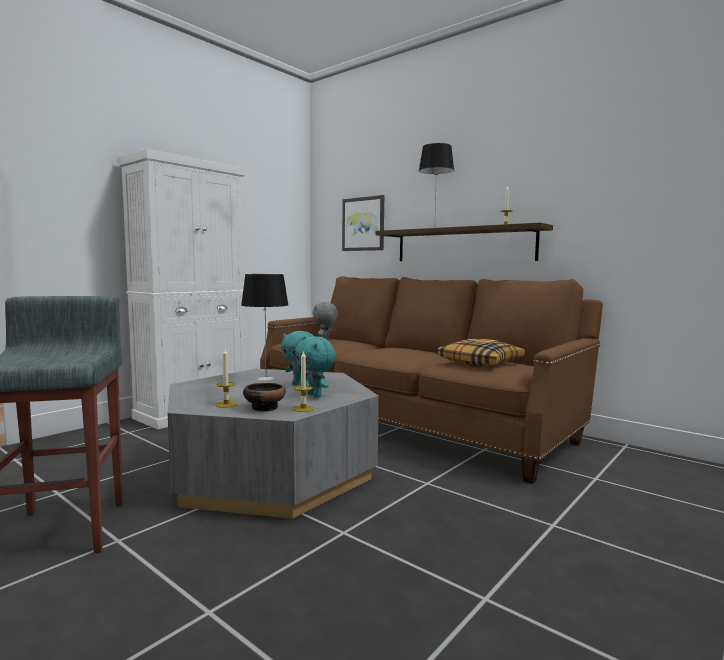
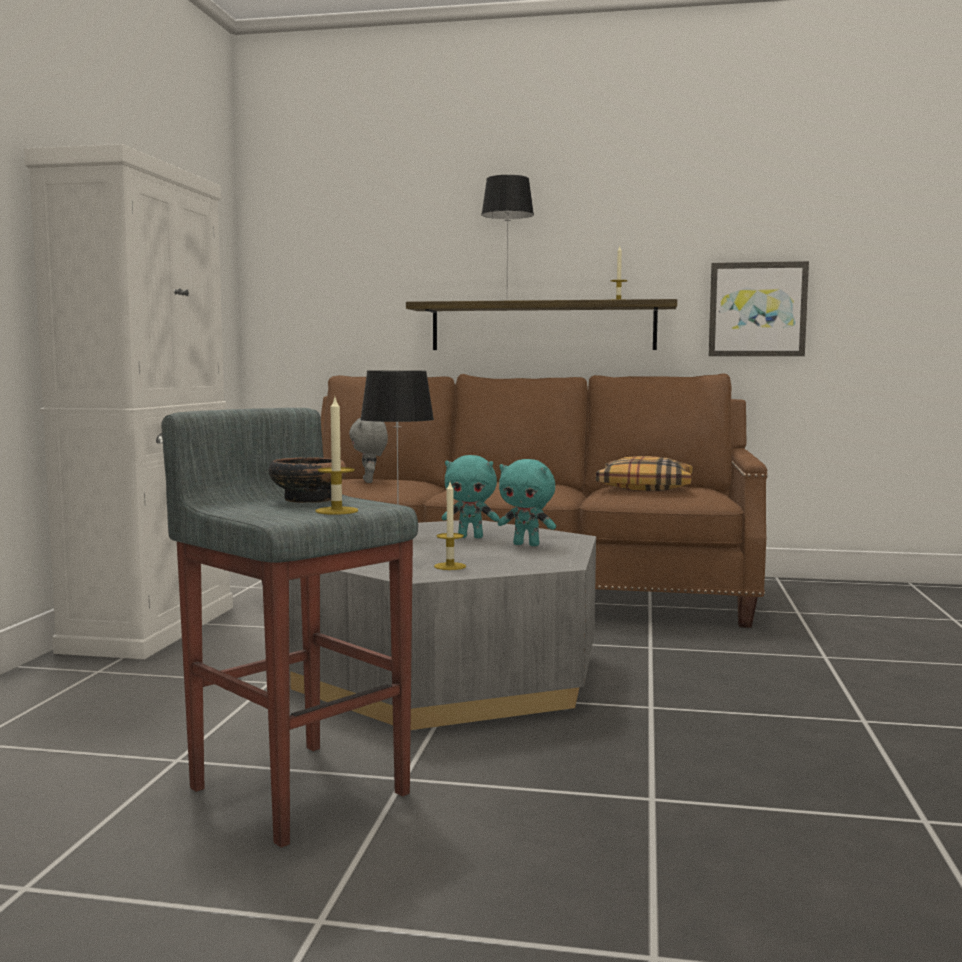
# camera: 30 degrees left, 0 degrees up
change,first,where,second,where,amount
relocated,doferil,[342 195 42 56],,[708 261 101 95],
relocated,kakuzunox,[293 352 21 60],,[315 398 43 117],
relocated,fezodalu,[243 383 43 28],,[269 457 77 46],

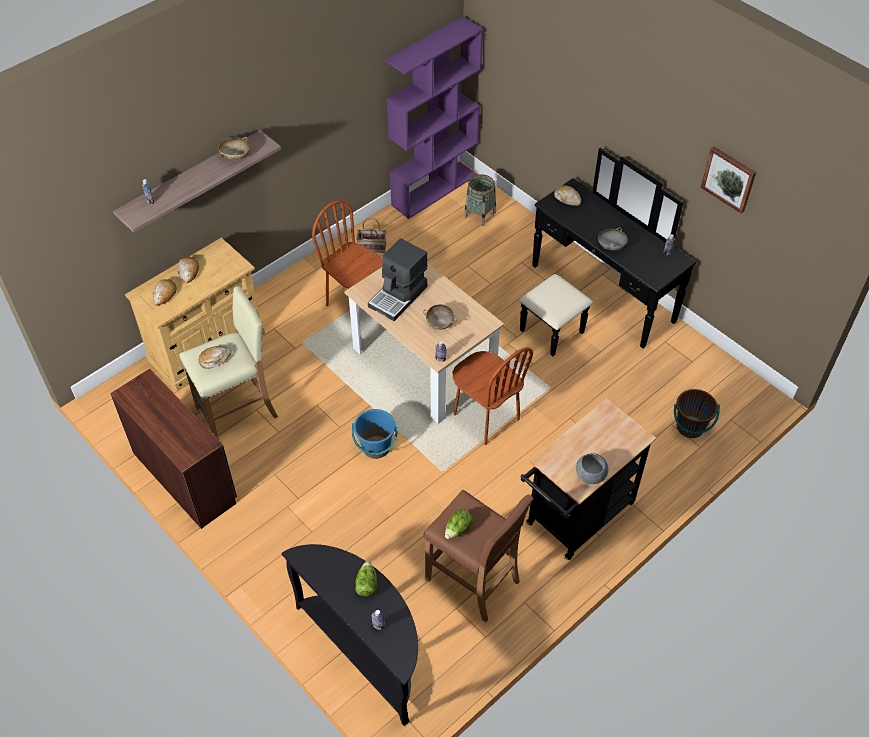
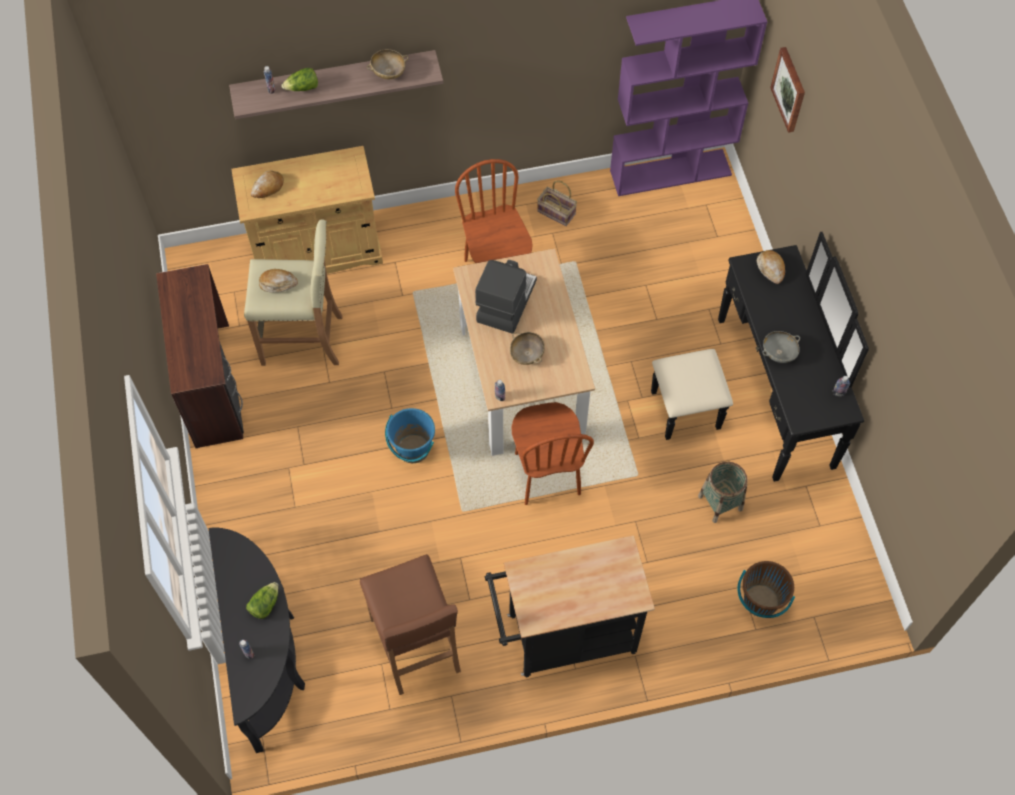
# camera: 30 degrees right, 10 degrees up
change,first,where,second,where,amount
relocated,doferil,[701 147 55 67],,[770 47 35 86],
relocated,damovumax,[464 174 32 52],,[698 462 49 61],
spun,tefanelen,[368 238 60 83],,[475 260 62 74],135 degrees clockwise
missing,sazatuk,[178 257 21 26],,,
missing,grey_fezodalu,[576 453 32 31],,,
relocated,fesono,[445 509 28 30],,[282 68 36 23],

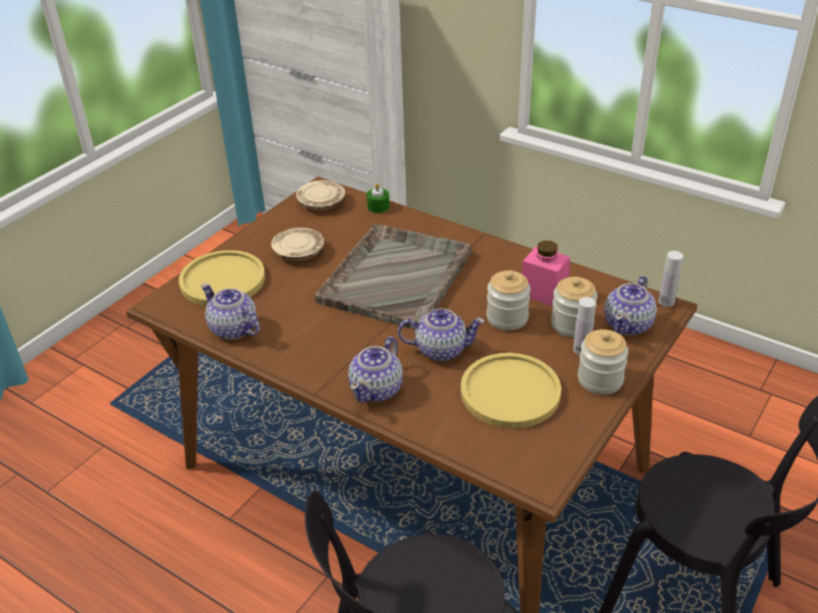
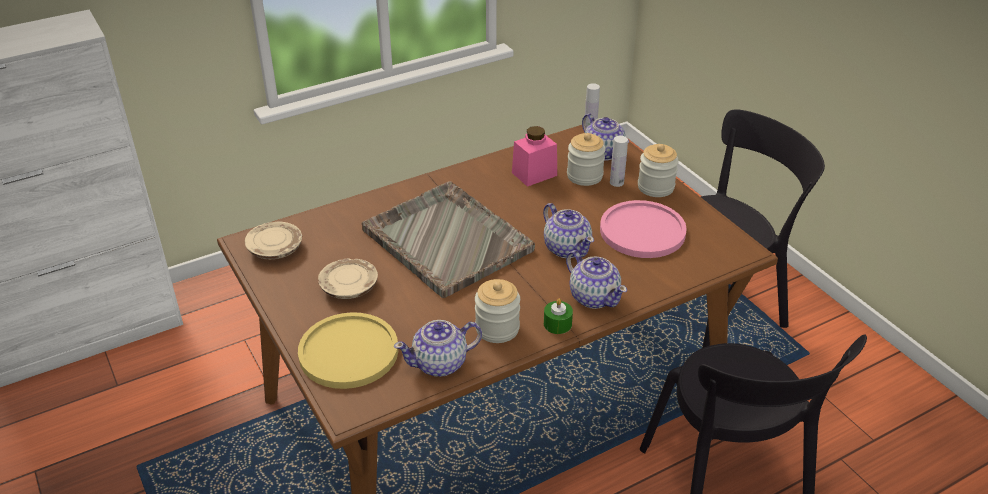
# camera: 65 degrees left, 0 degrees up
change,first,where,second,where,amount
relocated,green_kakuzunox,[366 183 24 30],,[544 298 29 36],
relocated,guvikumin,[487 270 43 61],,[475 279 45 64],
spun,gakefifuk,[398 308 87 53],,[543 203 51 55],120 degrees clockwise
colour,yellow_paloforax,[461 353 100 75],pink_paloforax,[600 200 87 58],

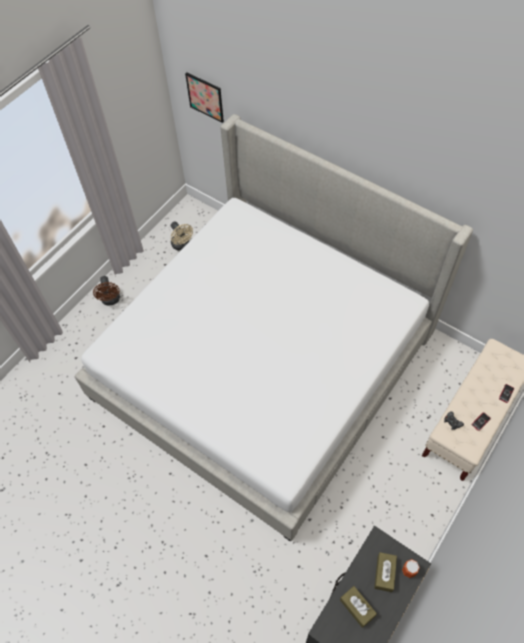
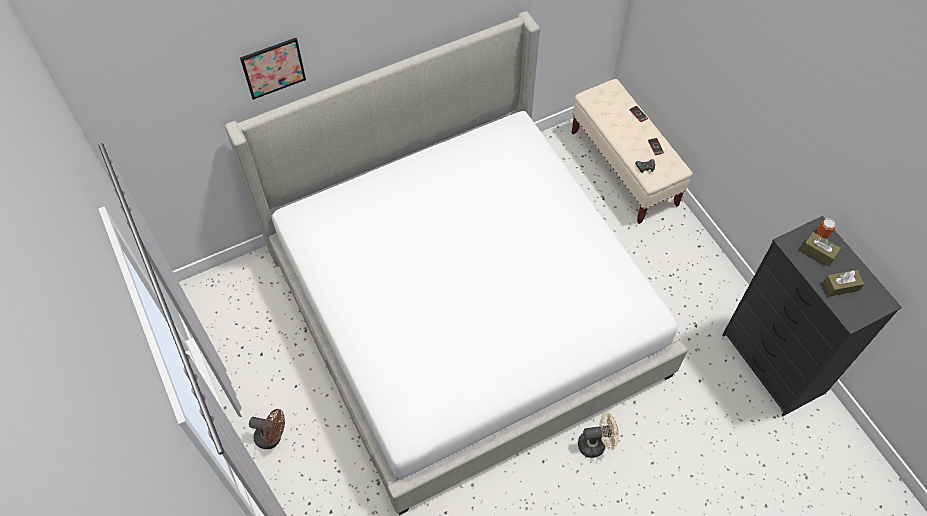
# camera: 65 degrees left, 0 degrees up
change,first,where,second,where,amount
relocated,doferil,[185 72 39 51],,[240 38 66 62],
relocated,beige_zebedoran,[171 221 22 29],,[578 413 41 45],

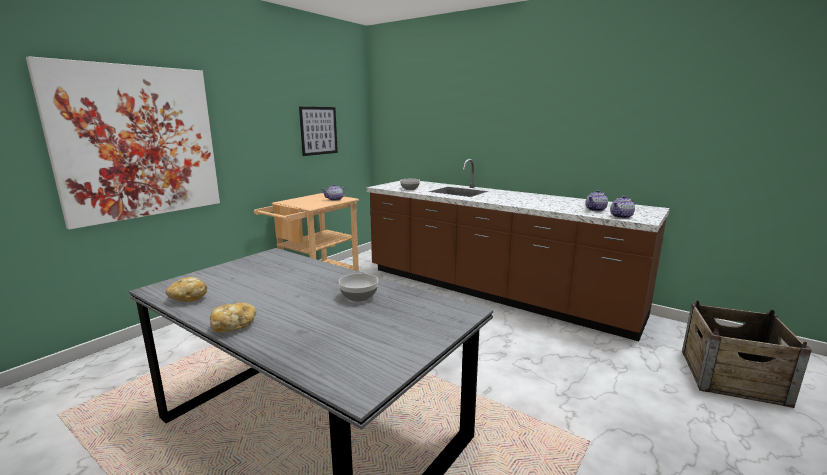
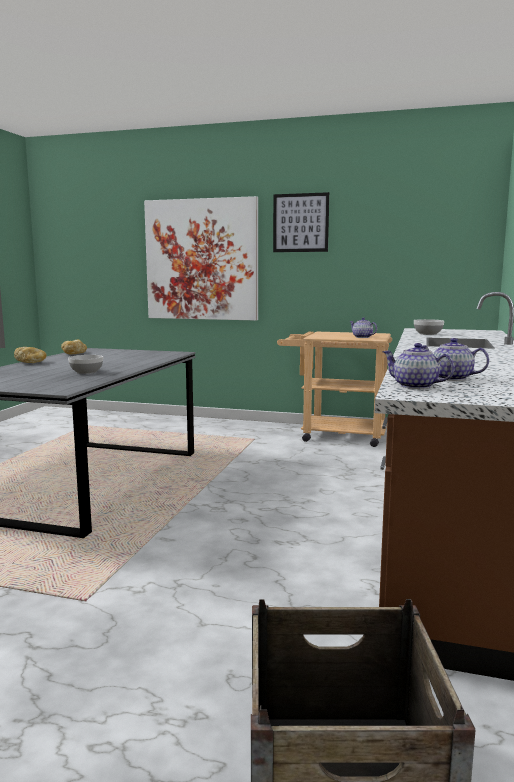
# camera: 70 degrees right, 5 degrees down
change,first,where,second,where,amount
relocated,doferil,[299 107 39 49],,[273 192 56 60],

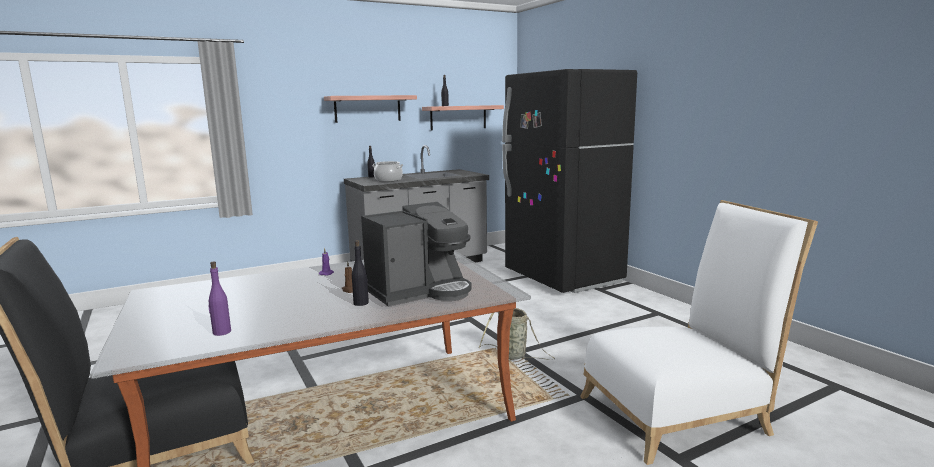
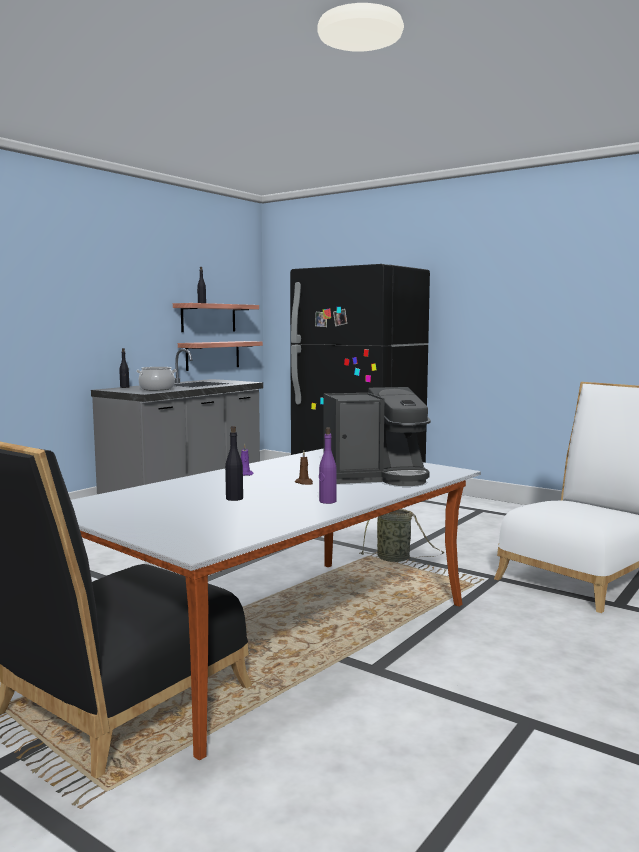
# camera: 25 degrees left, 5 degrees down
change,first,where,second,where,amount
relocated,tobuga,[324 95 93 28],,[178 341 85 30],
spun,tefanelen,[361 202 110 104],,[320 387 111 99],45 degrees clockwise
relocated,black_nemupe,[352 240 17 66],,[225 426 18 75],
relocated,purple_nemupe,[208 261 23 75],,[319 427 18 77],

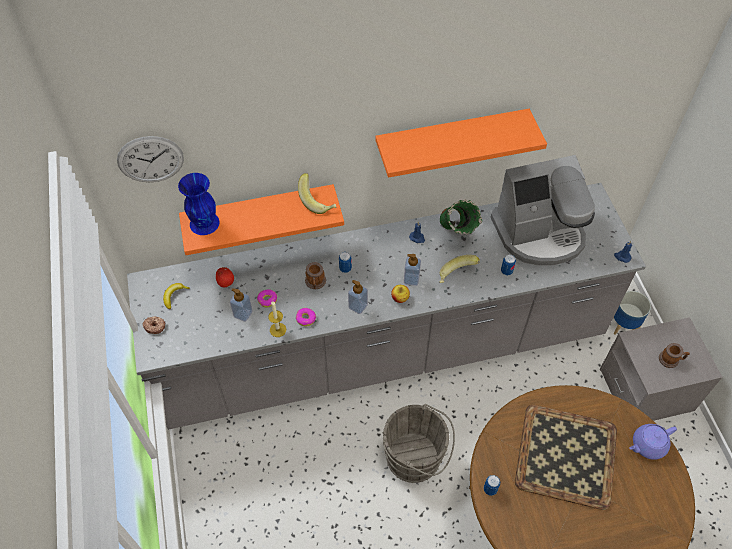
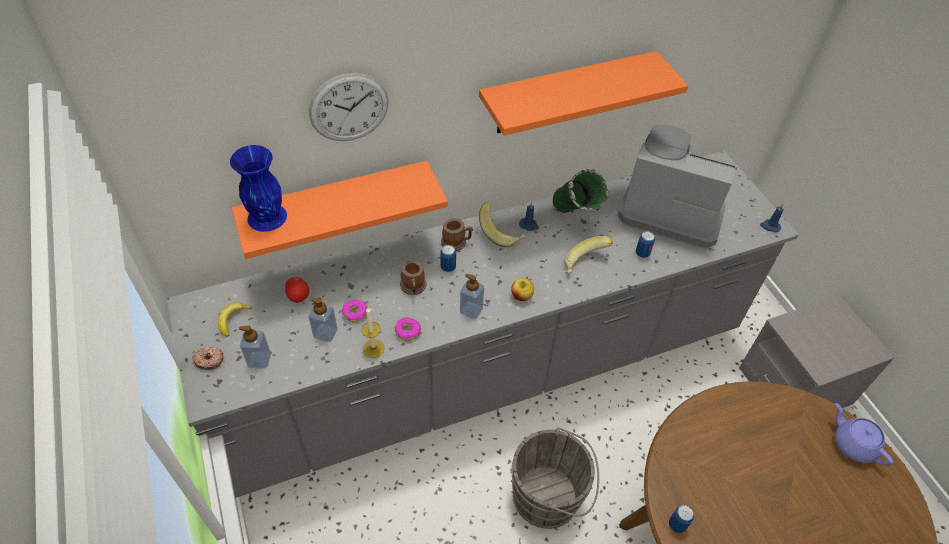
# camera: 10 degrees left, 5 degrees down
change,first,where,second,where,amount
relocated,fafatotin,[117 136 67 46],,[309 73 80 68],
spun,tefanelen,[491 155 104 111],,[618 124 119 125],135 degrees counterclockwise
relocated,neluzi,[298 173 38 41],,[479 203 46 44],
relocated,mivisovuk,[404 254 17 32],,[239 325 32 43],
missing,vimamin,[614 291 37 43],,,
relocated,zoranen,[659 343 31 25],,[441 218 32 33],
missing,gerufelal,[515 405 102 105],,,
spun,purple_gakefifuk,[629 424 48 36],,[835 403 59 63],90 degrees clockwise

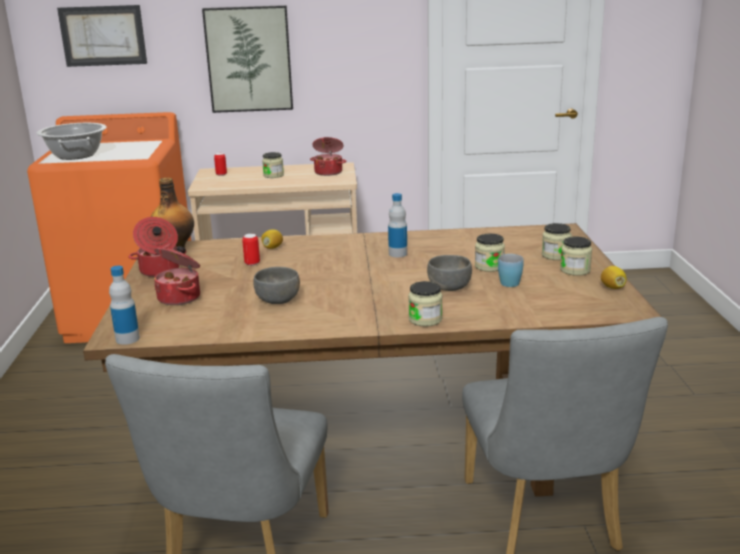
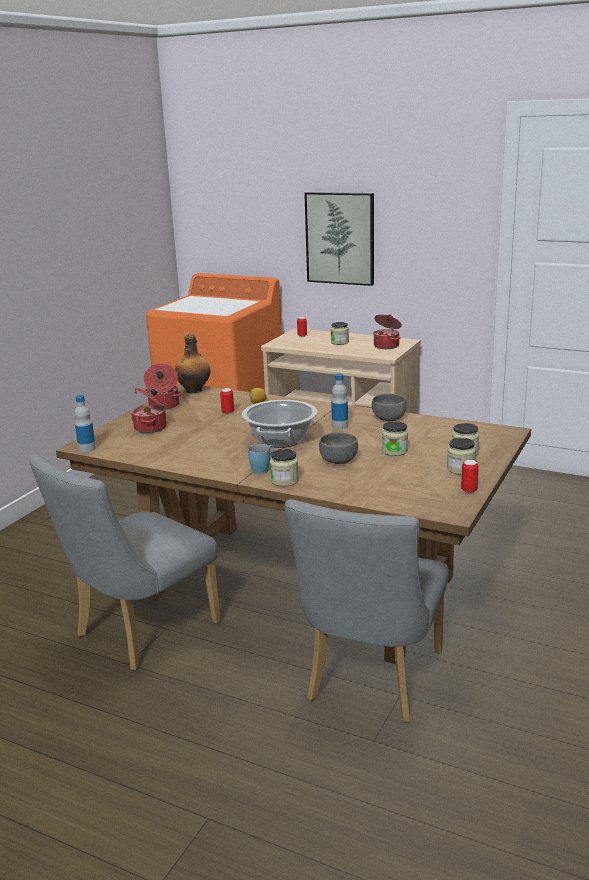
# camera: 30 degrees right, 0 degrees up
change,first,where,second,where,amount
missing,doferil,[57 5 90 62],,,
relocated,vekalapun,[36 123 71 37],,[242 400 75 48],
relocated,blue_zoranen,[498 254 26 33],,[248 444 26 30],
exchanged,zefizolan,[601 266 26 23],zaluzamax,[461 460 18 33],
relocated,grey_fezodalu,[253 267 47 37],,[372 394 34 27],

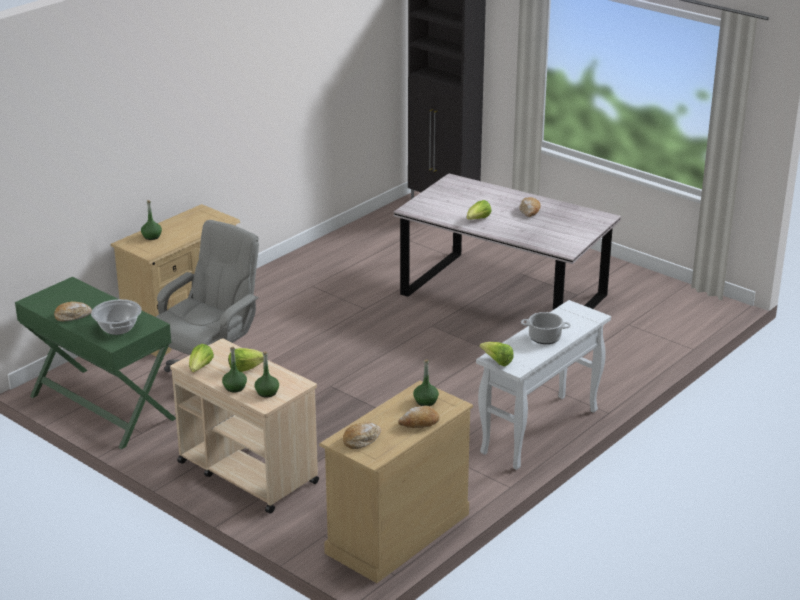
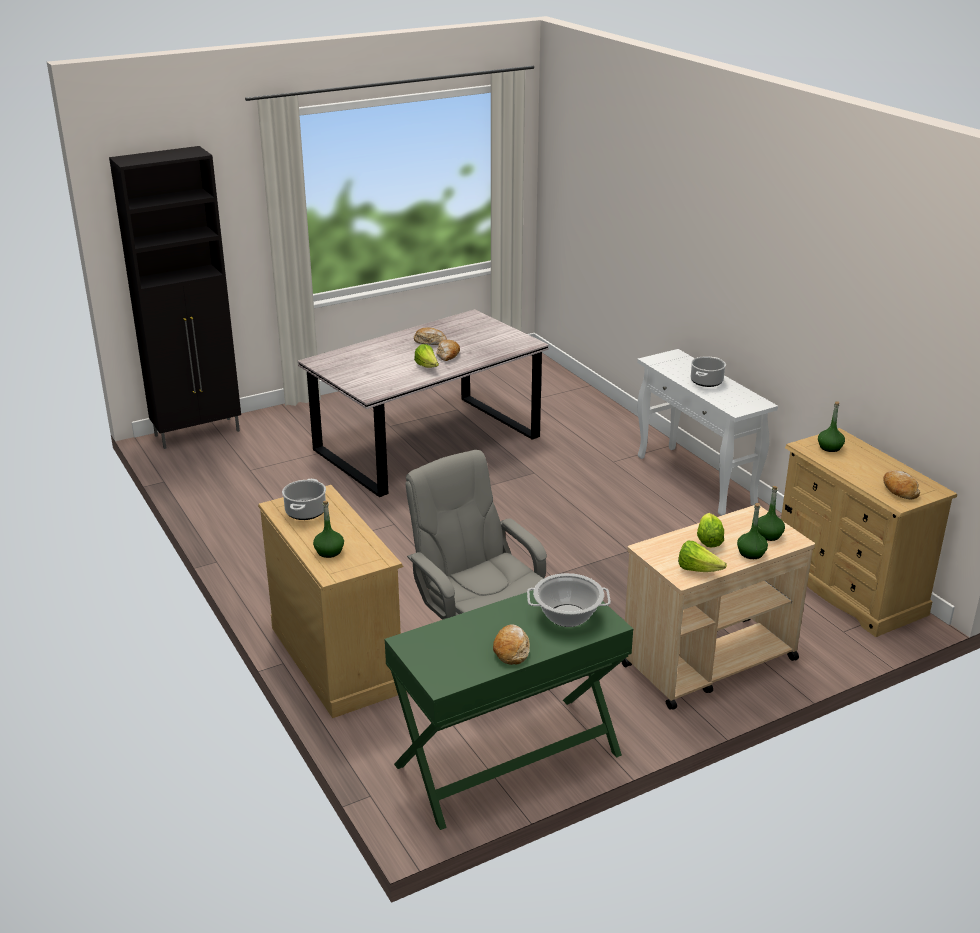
# camera: 70 degrees left, 0 degrees up
change,first,where,second,where,amount
missing,fesono,[479 342 34 25],,,
relocated,sazatuk,[398 406 42 22],,[437 340 23 21],
appeared,,,vekalapun,[282 479 44 41],

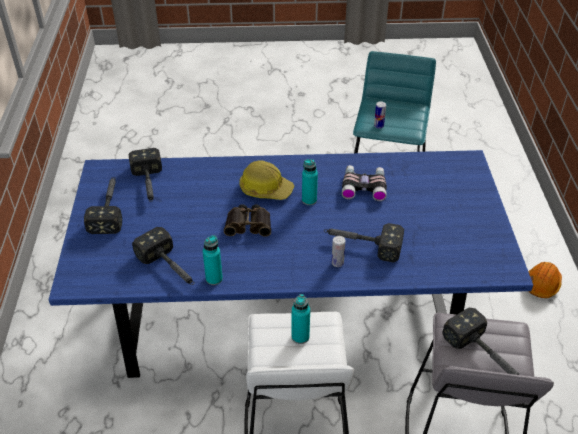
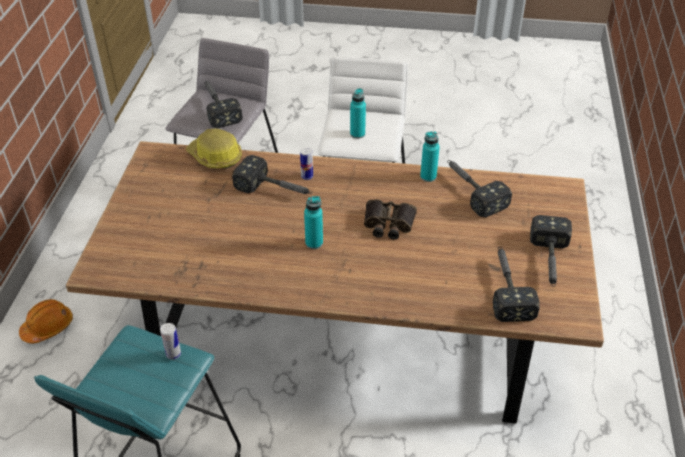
# camera: 170 degrees left, 0 degrees up
change,first,where,second,where,amount
colour,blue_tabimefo,[49 150 484 228],brown_tabimefo,[66 141 538 282],
relocated,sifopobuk,[239 160 55 40],,[186 128 56 41],
missing,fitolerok,[342 165 45 36],,,

